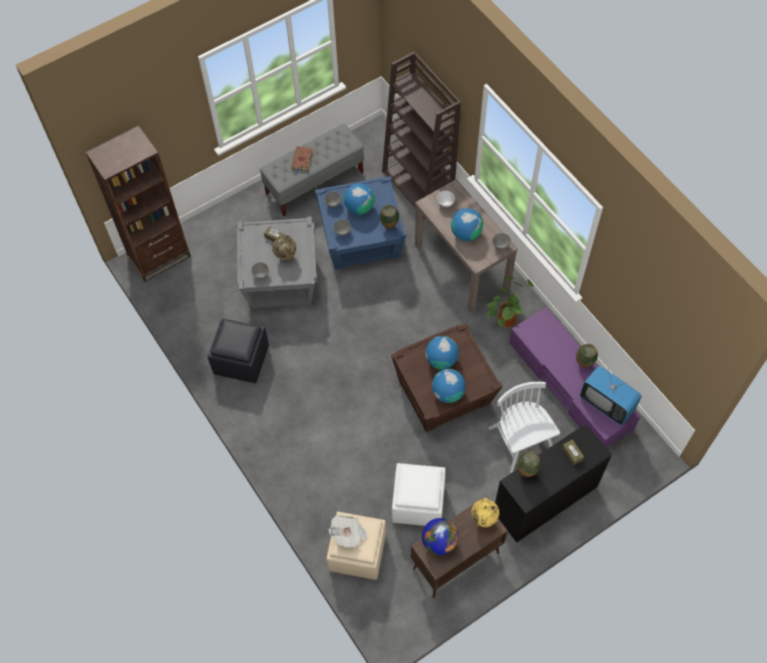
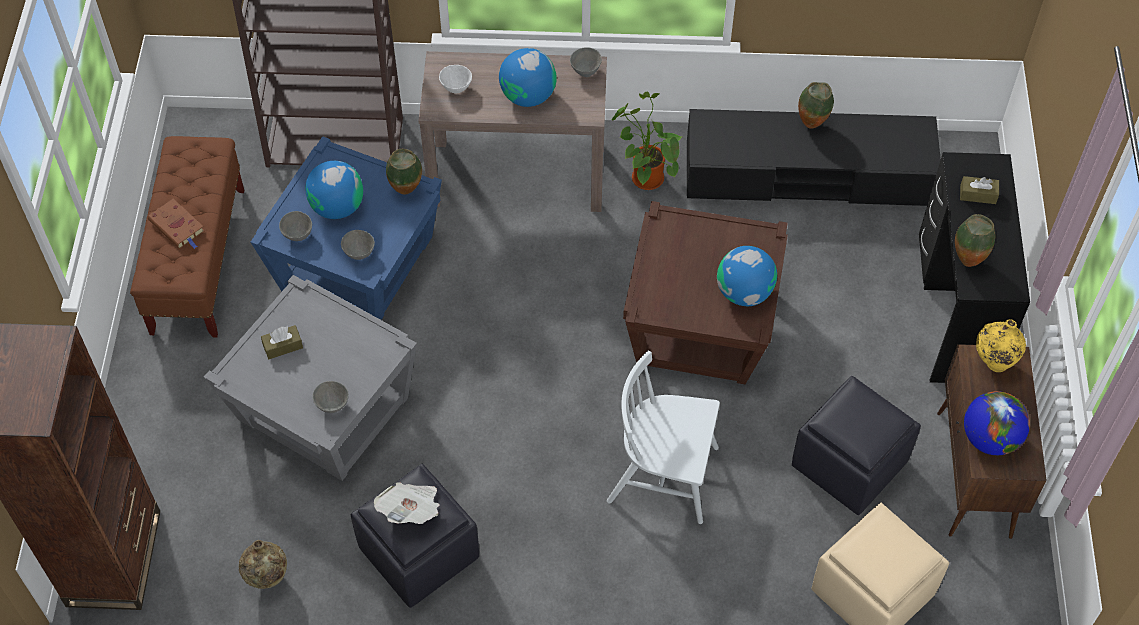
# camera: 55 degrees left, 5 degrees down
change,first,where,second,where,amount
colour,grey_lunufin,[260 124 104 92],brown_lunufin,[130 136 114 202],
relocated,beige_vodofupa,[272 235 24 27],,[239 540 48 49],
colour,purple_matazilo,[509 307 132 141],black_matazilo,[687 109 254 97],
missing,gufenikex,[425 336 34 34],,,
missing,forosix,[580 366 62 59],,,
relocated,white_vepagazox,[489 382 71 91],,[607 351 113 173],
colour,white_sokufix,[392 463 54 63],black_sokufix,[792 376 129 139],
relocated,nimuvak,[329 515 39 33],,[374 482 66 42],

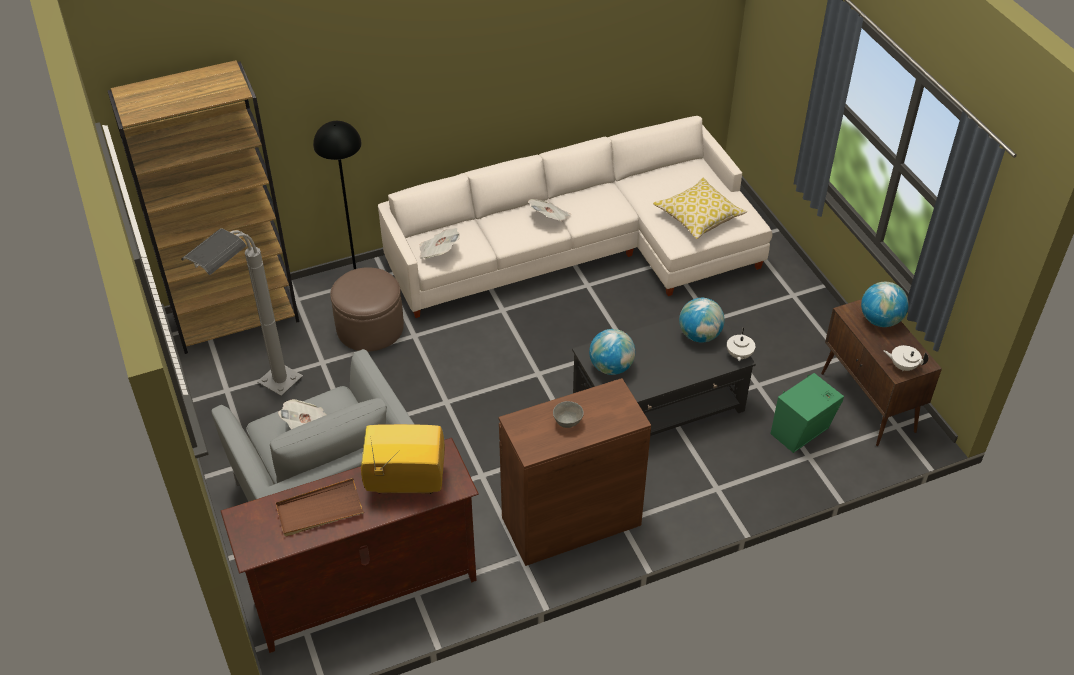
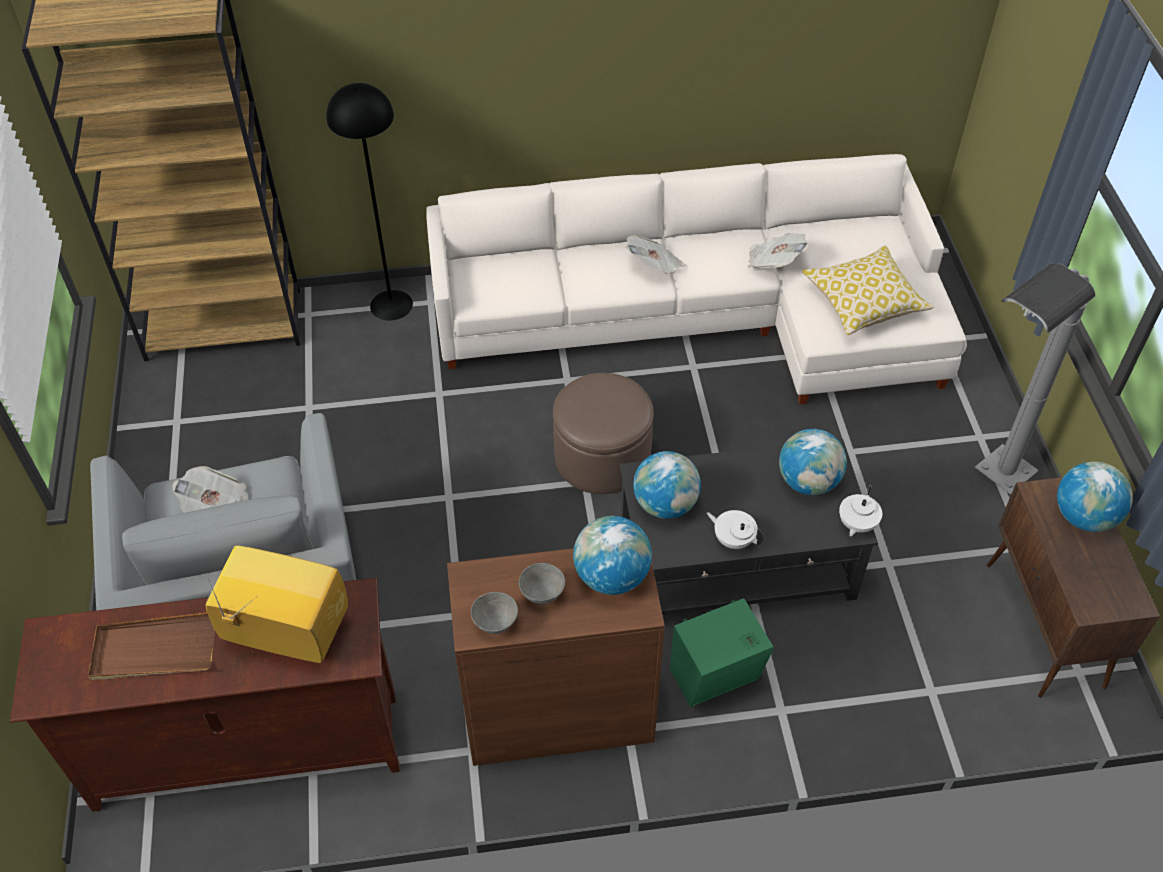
# camera: 15 degrees right, 5 degrees up
change,first,where,second,where,amount
relocated,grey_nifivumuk,[181 228 122 168],,[975 263 120 232],
relocated,nimuvak,[420 228 40 31],,[748 233 60 35],
relocated,brown_sokufix,[330 267 74 85],,[553 373 101 121],
relocated,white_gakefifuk,[884 345 44 26],,[707 510 56 39],
relocated,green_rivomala,[770 373 74 80],,[670 598 103 109],
appeared,,,gufenikex,[573 516 79 79],
appeared,,,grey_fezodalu,[471 592 47 42],

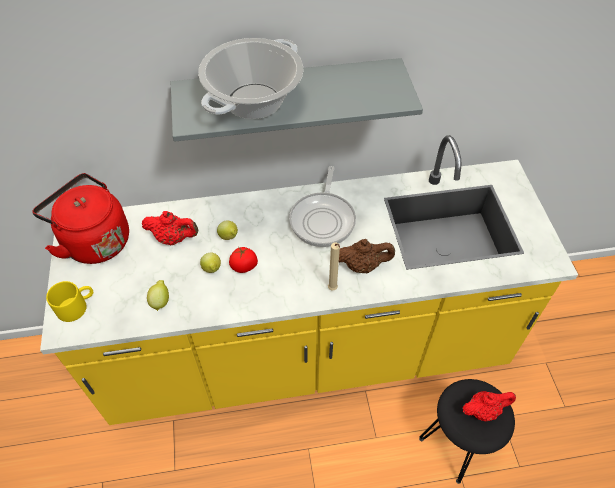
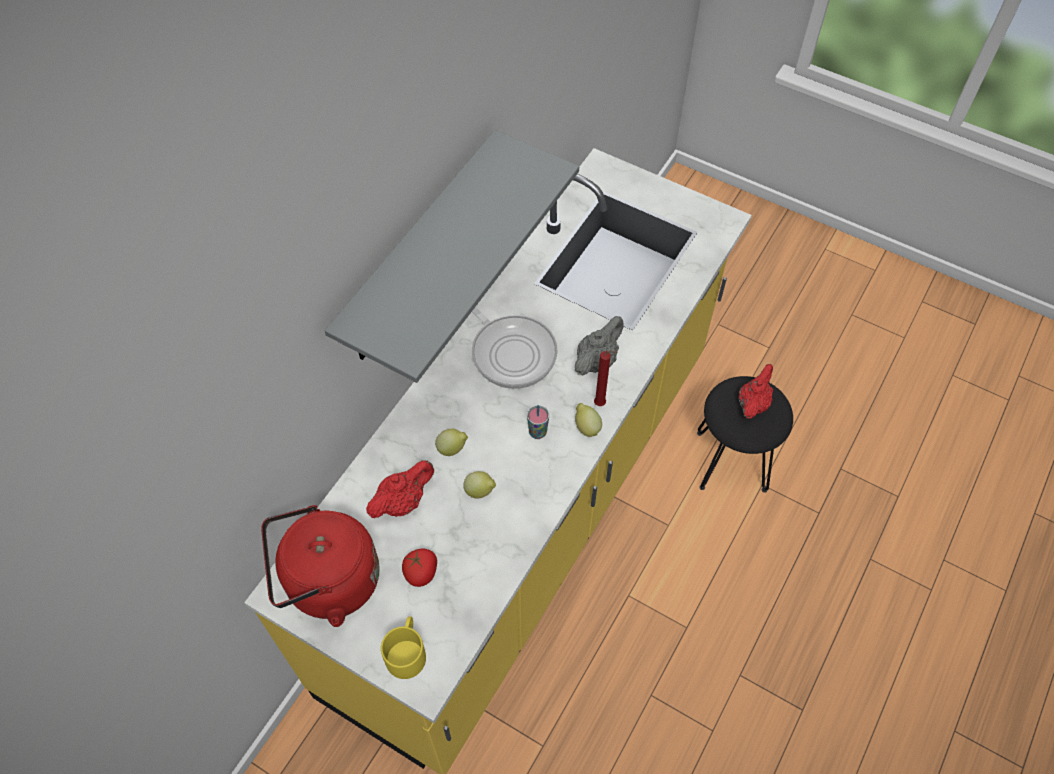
# camera: 50 degrees left, 5 degrees up
change,first,where,second,where,amount
missing,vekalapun,[198 38 106 81],,,
colour,brown_gakefifuk,[339 239 56 34],grey_gakefifuk,[575 316 49 60],
colour,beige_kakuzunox,[328 242 12 48],red_kakuzunox,[594 350 23 56],
relocated,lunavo,[229 246 29 27],,[402 549 35 38],
relocated,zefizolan,[147 280 22 31],,[575 403 27 34],
appeared,,,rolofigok,[527 405 22 34],

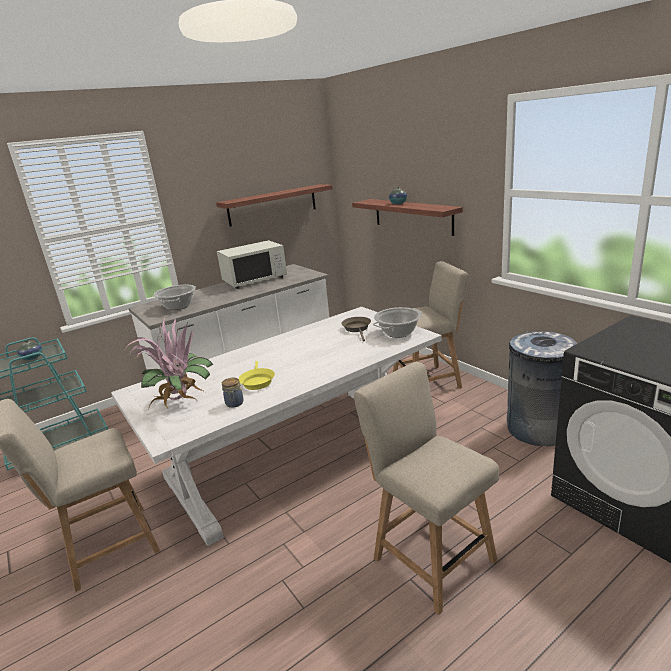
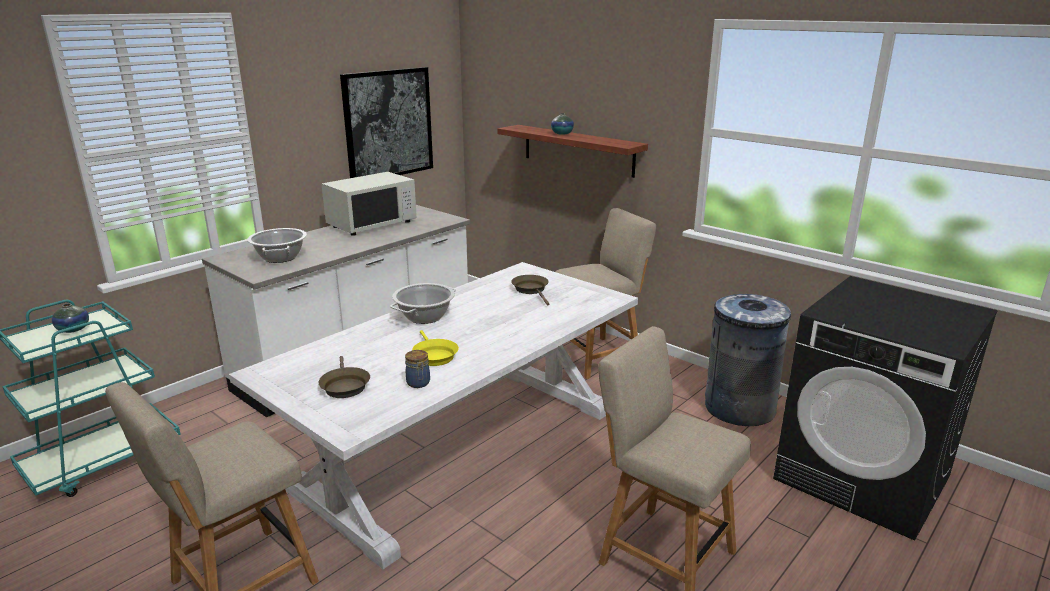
# camera: 15 degrees left, 0 degrees up
change,first,where,second,where,amount
exchanged,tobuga,[216 184 117 43],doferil,[340 67 93 111],
relocated,vekalapun,[373 307 49 31],,[390 283 66 41],
exchanged,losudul,[123 317 90 91],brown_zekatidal,[319 356 51 42],

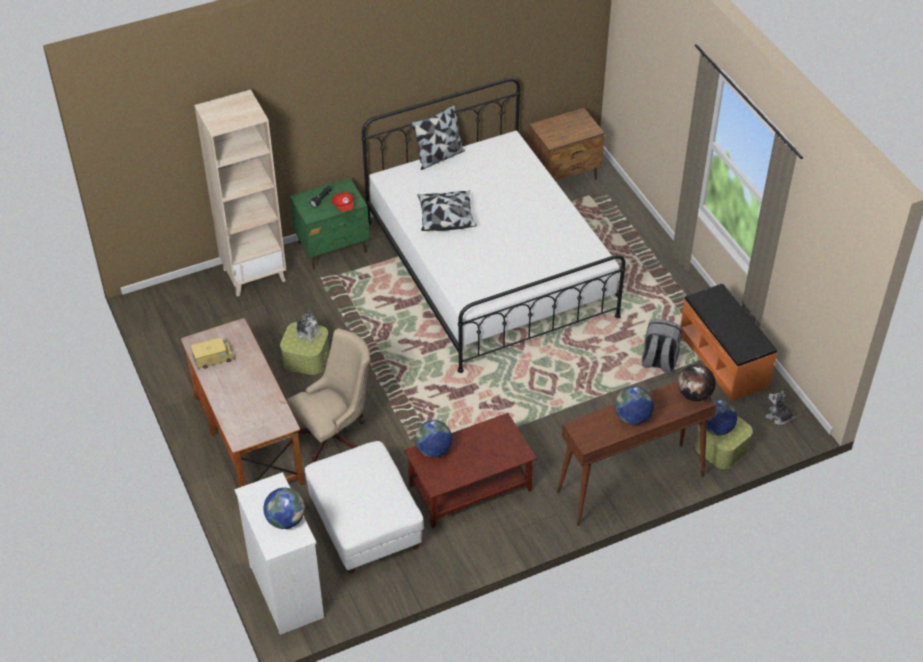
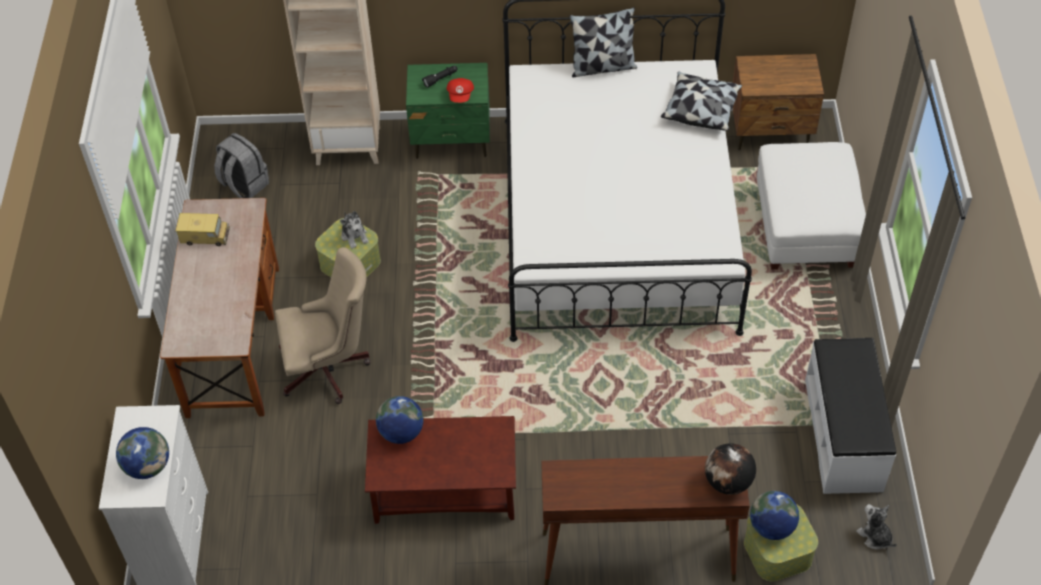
# camera: 25 degrees right, 5 degrees up
change,first,where,second,where,amount
relocated,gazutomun,[417 191 59 40],,[661 72 81 59],
colour,orange_lunufin,[680 283 97 118],white_lunufin,[805 338 91 156],
relocated,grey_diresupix,[642 320 40 53],,[214 133 55 65],
missing,gufenikex,[615 386 39 39],,,
relocated,white_sokufix,[305 441 119 133],,[757 142 109 128],

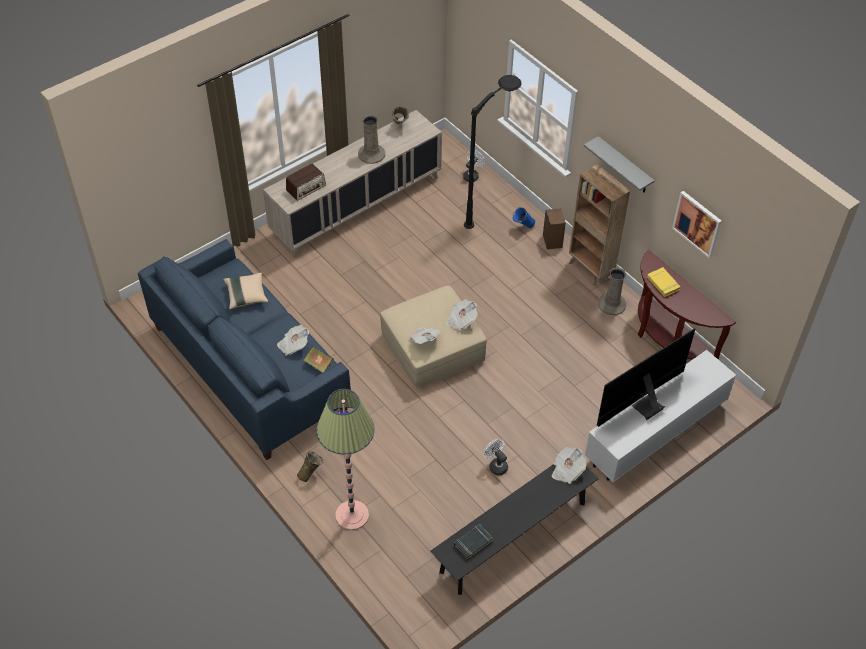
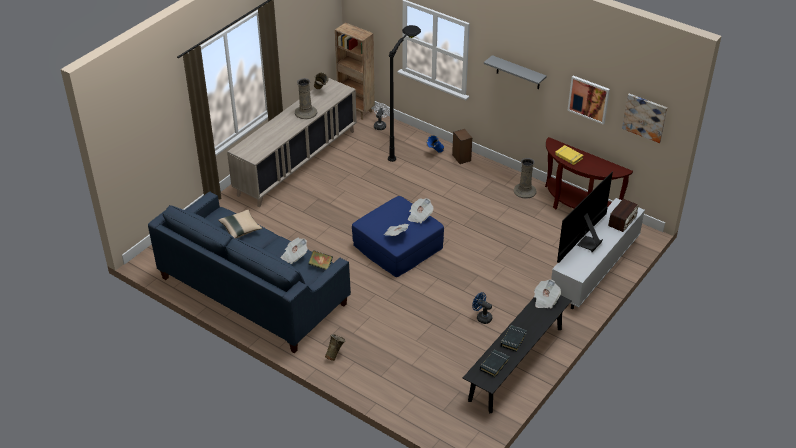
# camera: 15 degrees left, 10 degrees down
change,first,where,second,where,amount
relocated,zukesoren,[286 163 40 38],,[608 199 30 33],
relocated,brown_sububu,[569 164 61 122],,[335 22 40 98],
colour,beige_sokufix,[380 285 107 103],blue_sokufix,[352 196 92 81],
missing,nifivumuk,[316 389 58 141],,,
colour,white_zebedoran,[484 439 24 36],blue_zebedoran,[472 292 20 32],
appeared,,,doferil,[622 94 45 49],
appeared,,,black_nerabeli,[500 325 27 27],

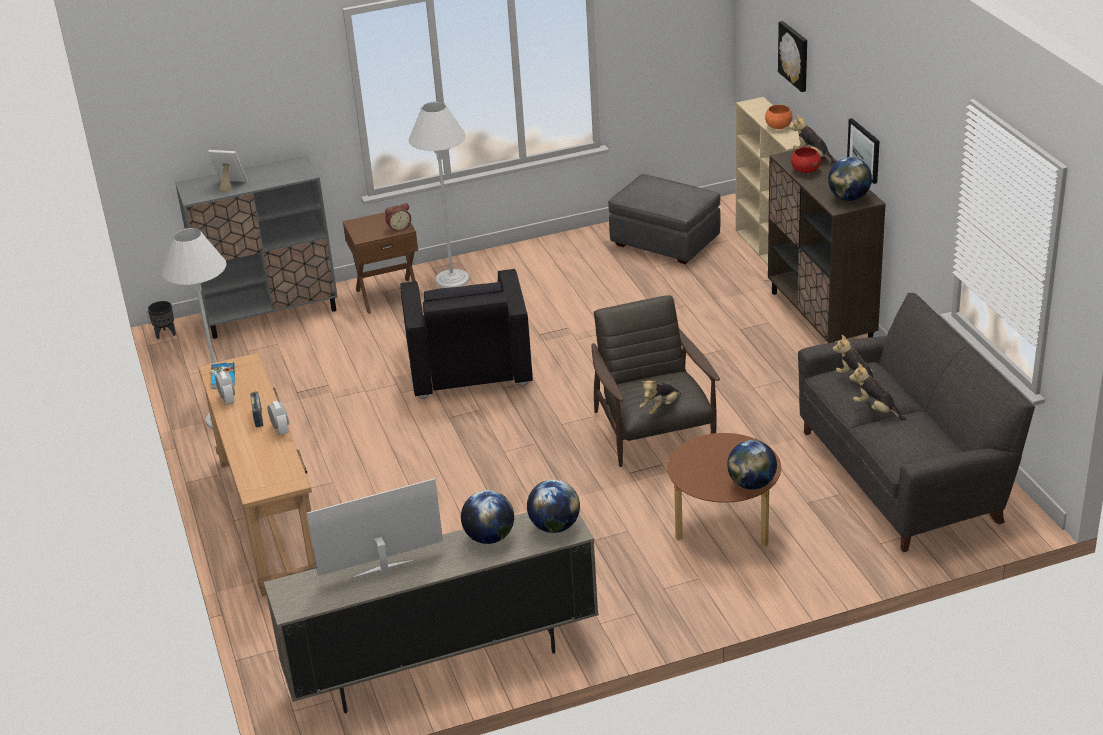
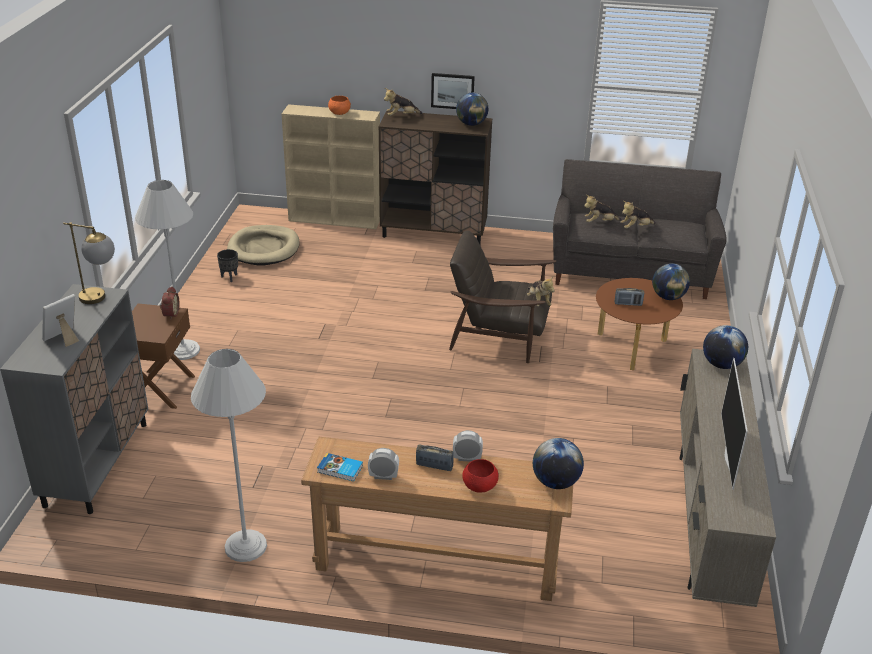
# camera: 65 degrees left, 0 degrees up
change,first,where,second,where,amount
missing,doferil,[778 21 29 71],,,
relocated,red_fezodalu,[791 147 30 26],,[462 459 37 34],
exchanged,grey_sokufix,[608 174 113 90],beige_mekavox,[227 225 73 41],
missing,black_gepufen,[400 269 133 130],,,
relocated,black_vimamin,[148 301 28 38],,[217 249 21 33],
relocated,gufenikex,[461 490 53 54],,[533 438 51 51],
appeared,,,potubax,[63 223 52 81],
appeared,,,zukesoren,[615 288 29 18],

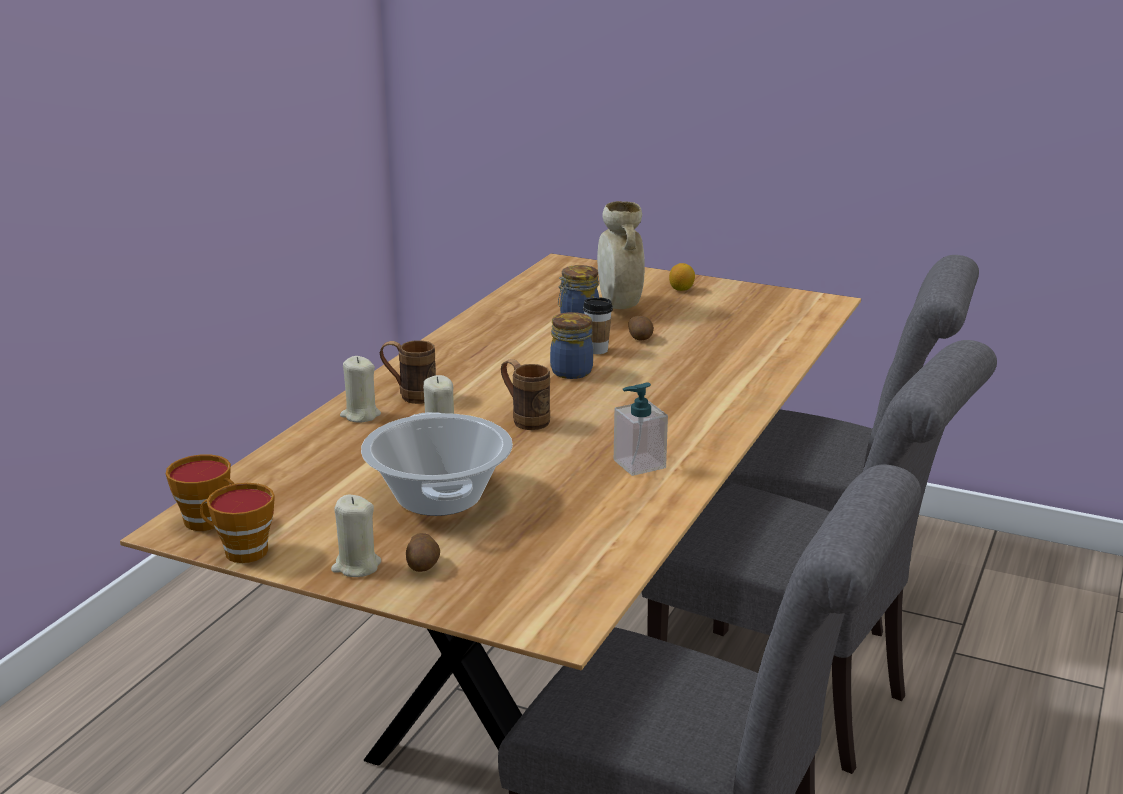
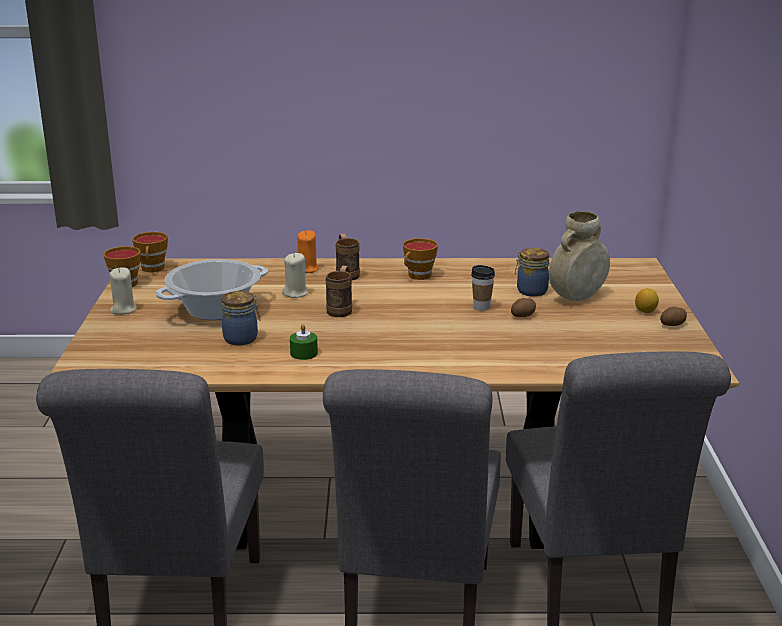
# camera: 65 degrees right, 0 degrees up
change,first,where,second,where,amount
relocated,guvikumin,[550 312 43 67],,[221 291 39 54],
colour,beige_kakuzunox,[340 356 41 67],orange_kakuzunox,[297 230 22 43],
exchanged,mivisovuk,[614 382 54 94],green_kakuzunox,[290 324 28 36],
relocated,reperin,[406 533 34 39],,[660 307 27 19],
appeared,,,rolofigok,[403 238 35 42],

